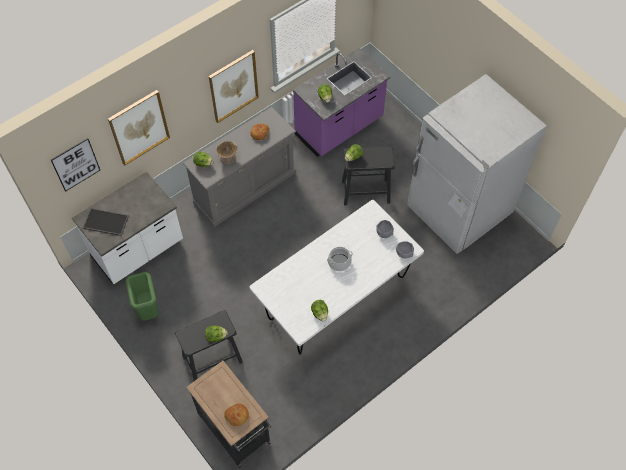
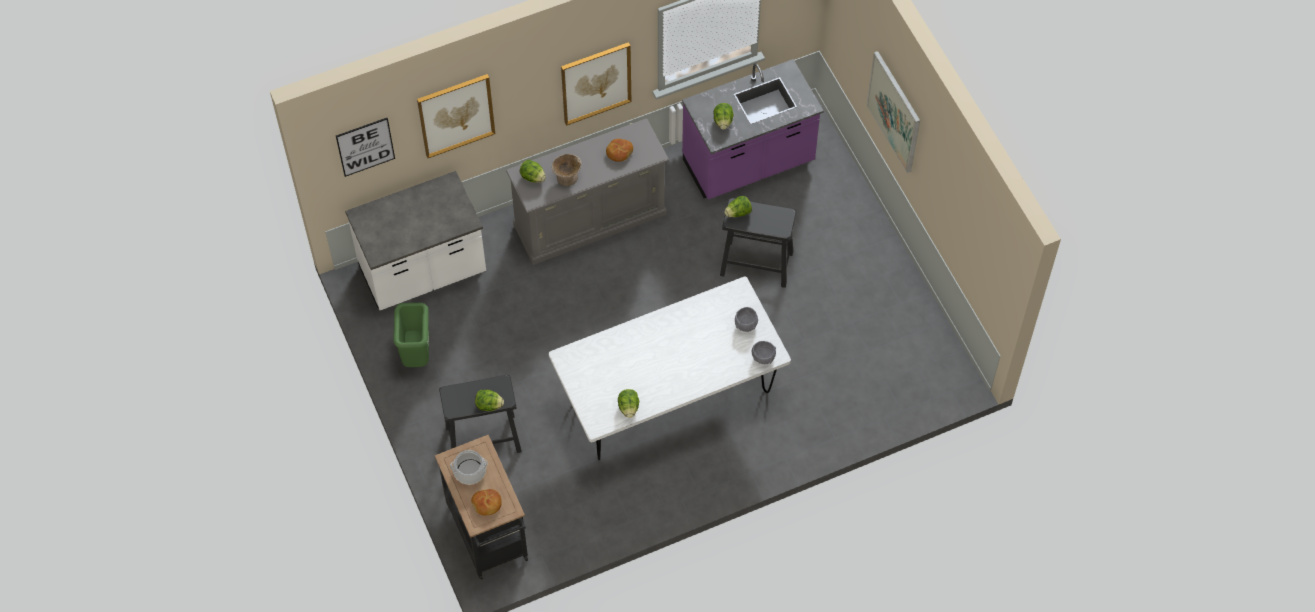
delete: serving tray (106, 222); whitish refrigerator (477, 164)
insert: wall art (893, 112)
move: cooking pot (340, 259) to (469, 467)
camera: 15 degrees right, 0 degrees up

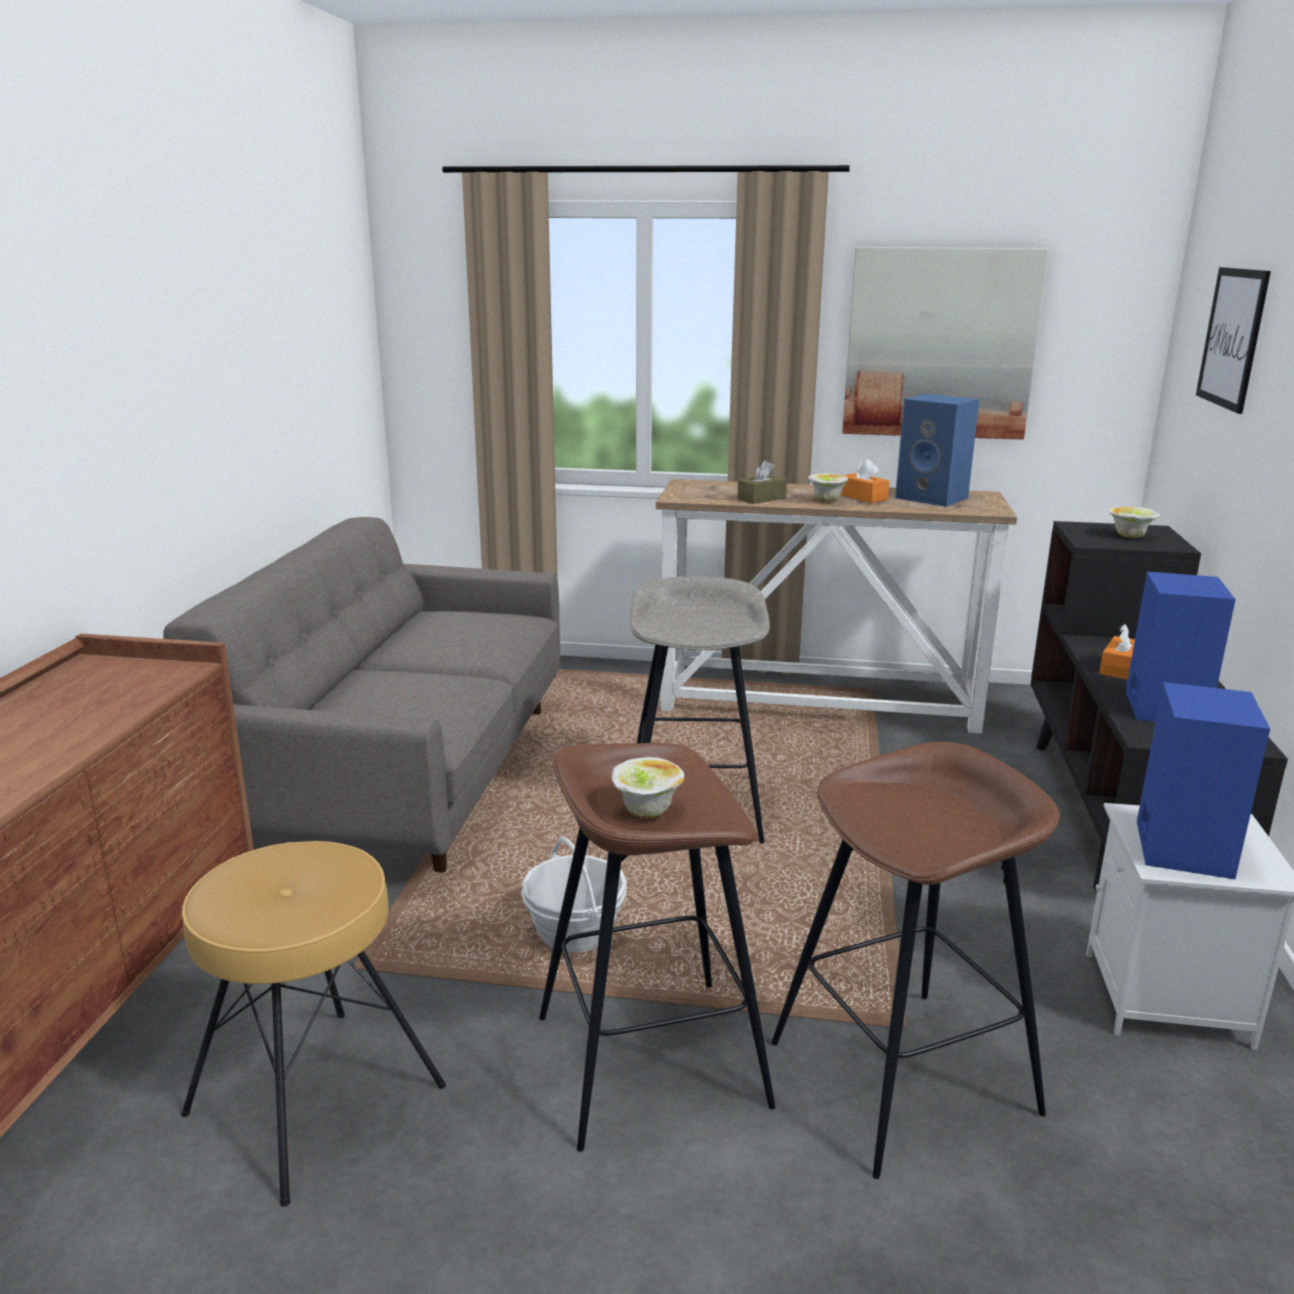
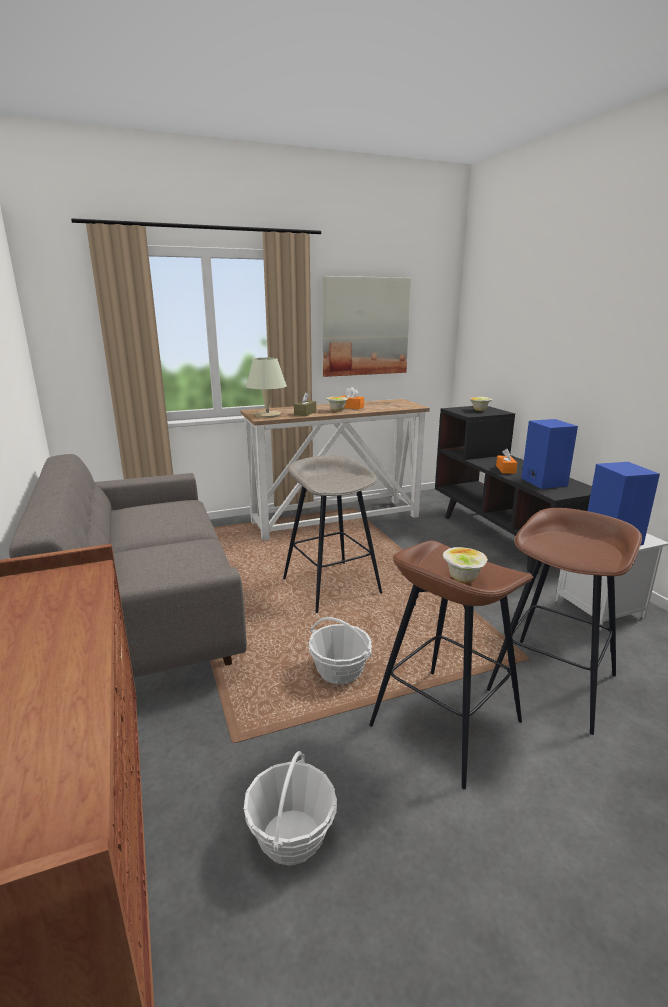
delete: blue audio speaker (937, 450); wall art (1233, 340)
insert: beige table lamp (266, 388)
replace: brownish stool seat (313, 1024) to household basket (290, 808)
camera: 30 degrees left, 0 degrees up

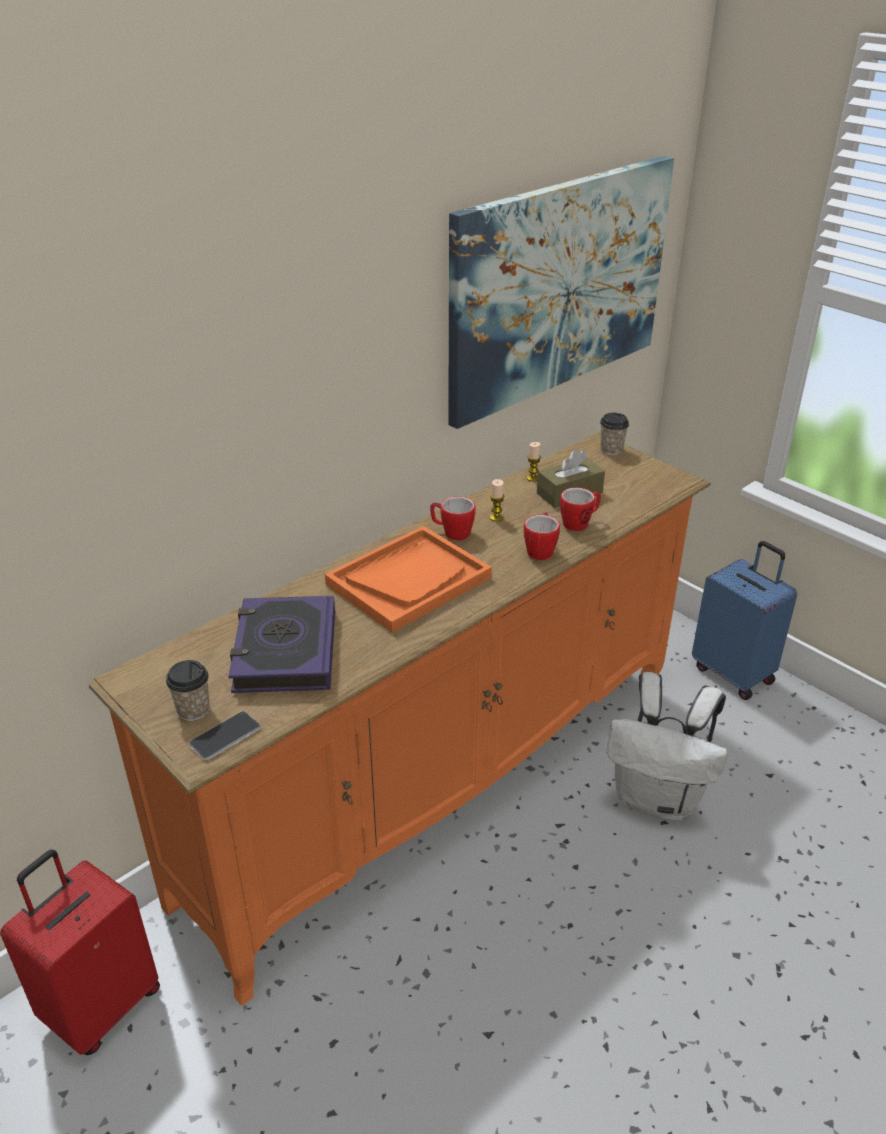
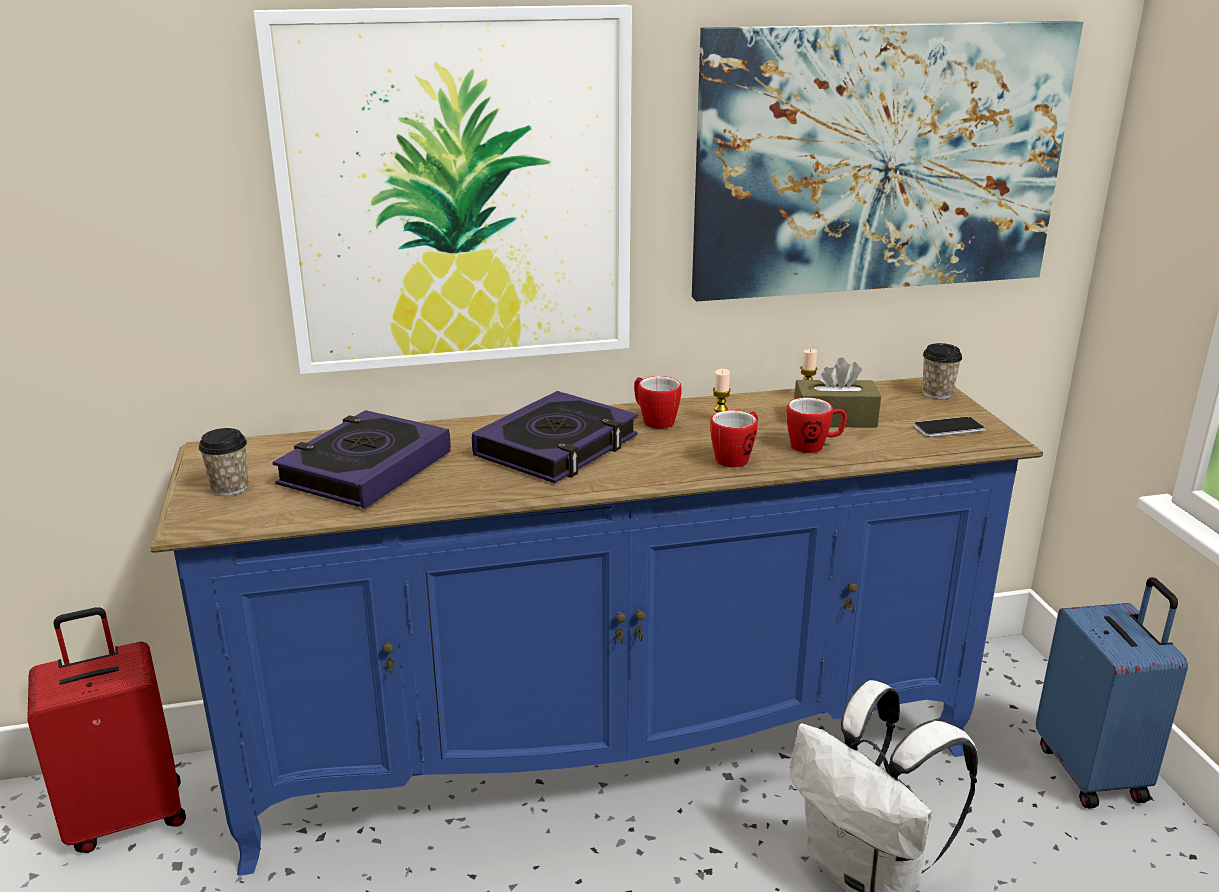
insert: wall art (442, 189)
move: handset (225, 735) to (949, 427)
replace: orange-coloured serving tray (408, 579) to book (555, 437)
recolor: orange-coloured drawer chest (399, 719) to blue drawer chest (596, 626)
camera: 30 degrees right, 10 degrees down

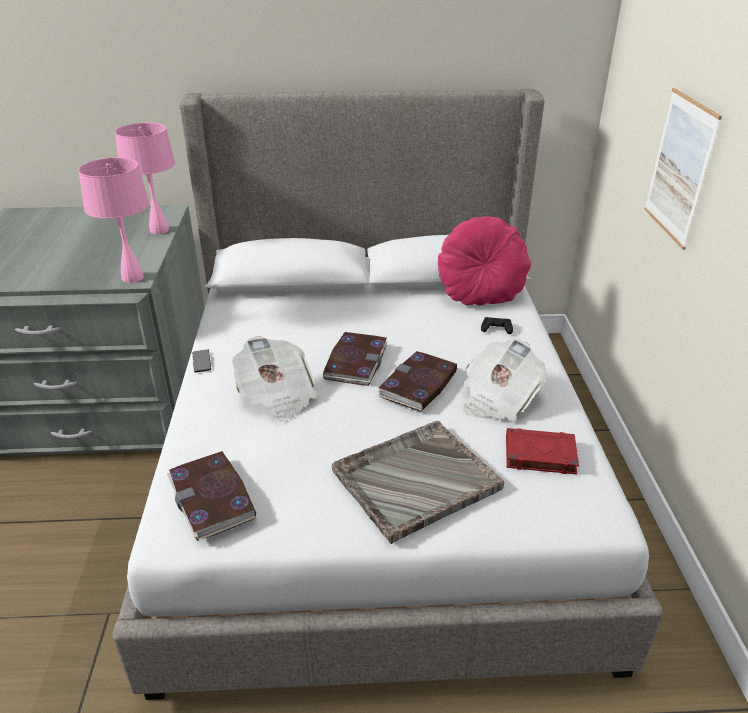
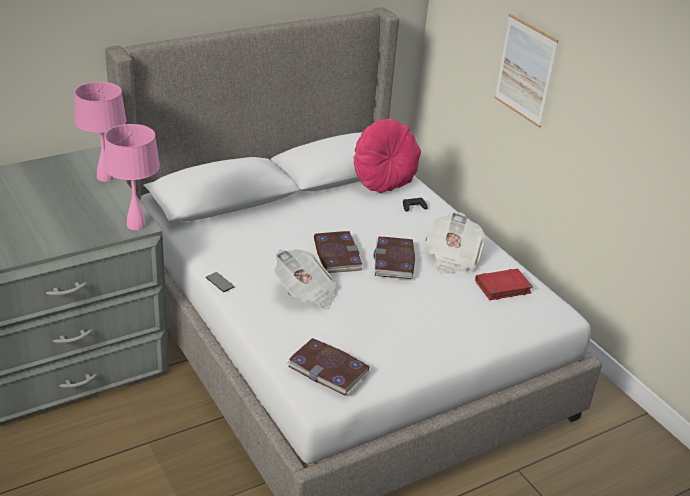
delete: greyish serving tray (418, 482)
camera: 30 degrees left, 0 degrees up

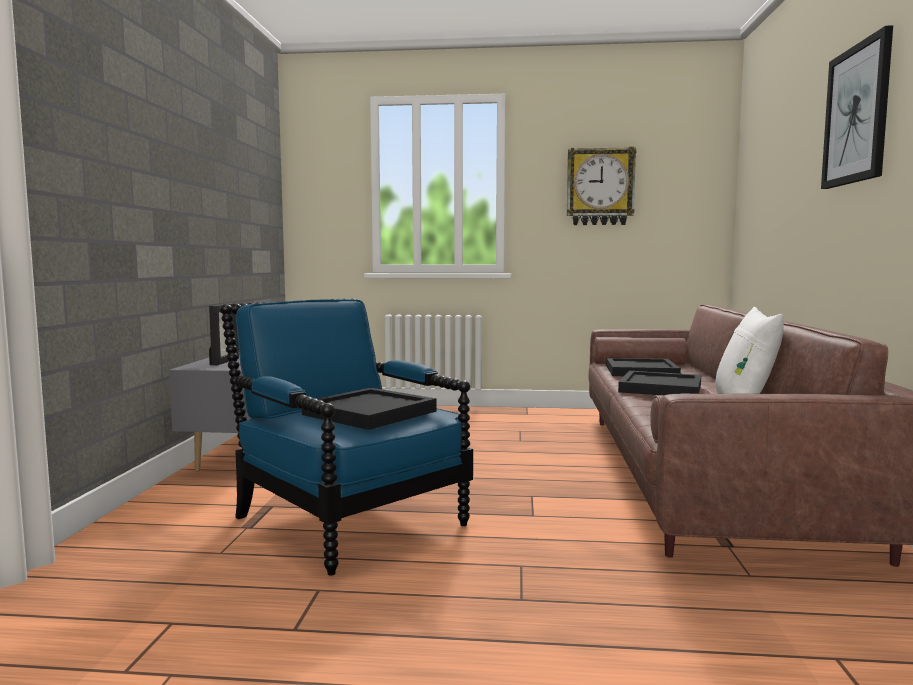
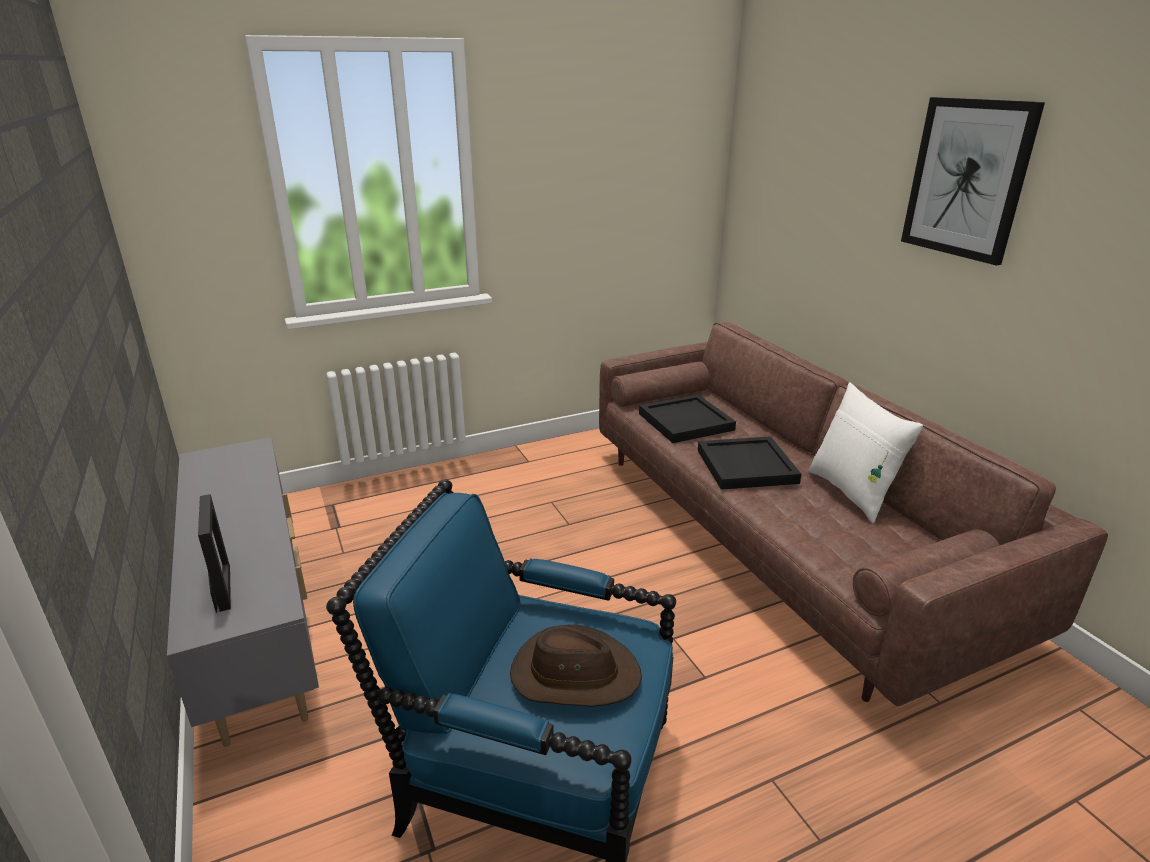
delete: wall clock (602, 186)
replace: black serving tray (369, 409) to brownish clothing hat (576, 666)
camera: 30 degrees left, 20 degrees up

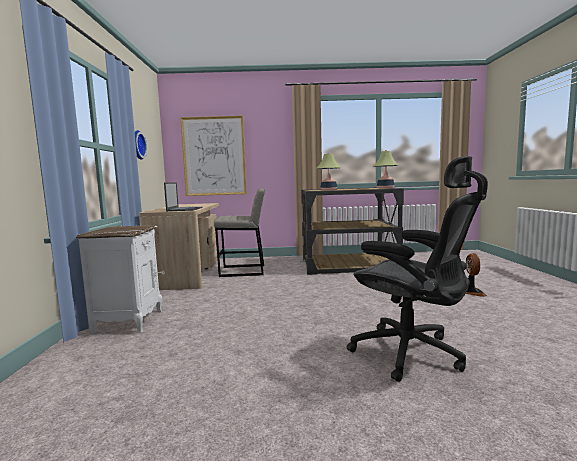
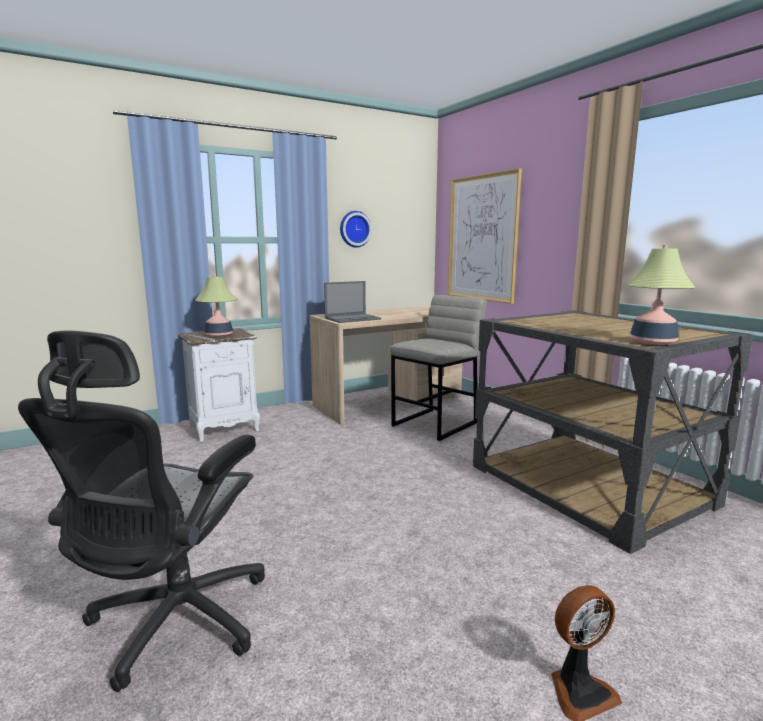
move: table lamp (328, 171) to (216, 305)
rotate: greyish plain chair (239, 232) = (438, 368) 105 degrees counterclockwise
camera: 60 degrees right, 5 degrees up

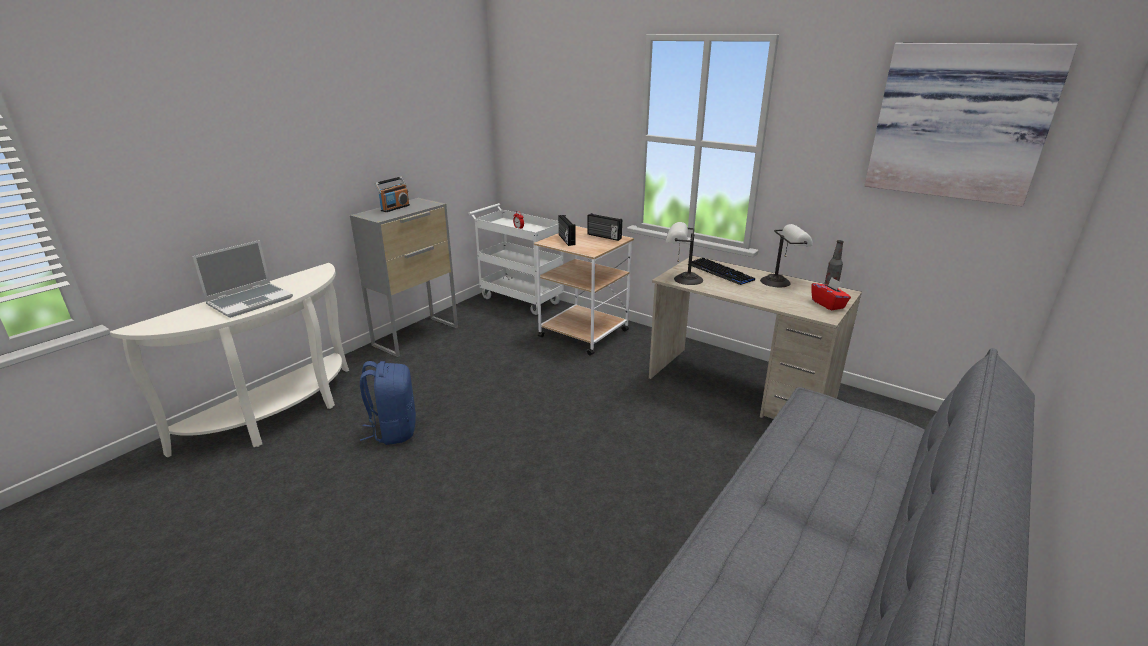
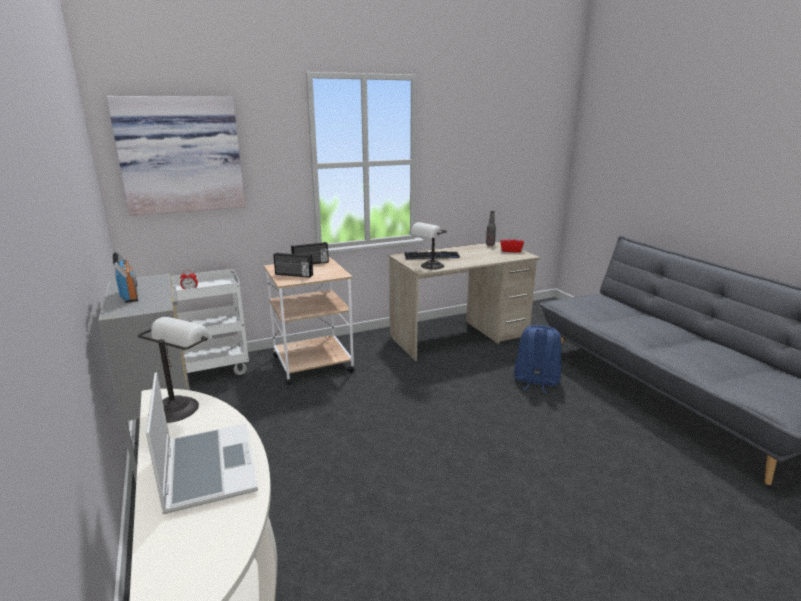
move: blue backpack (388, 403) to (538, 359); table lamp (786, 255) to (175, 370); wall art (971, 124) to (176, 156)
camera: 60 degrees left, 5 degrees down

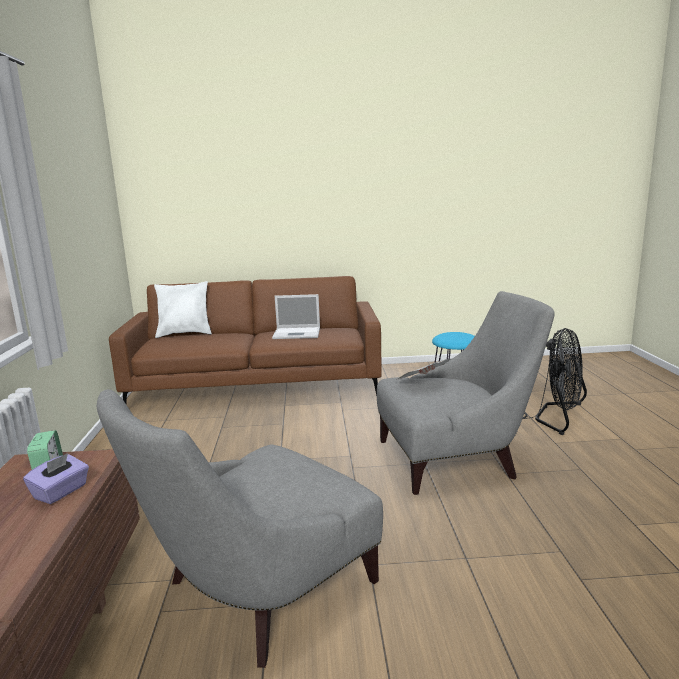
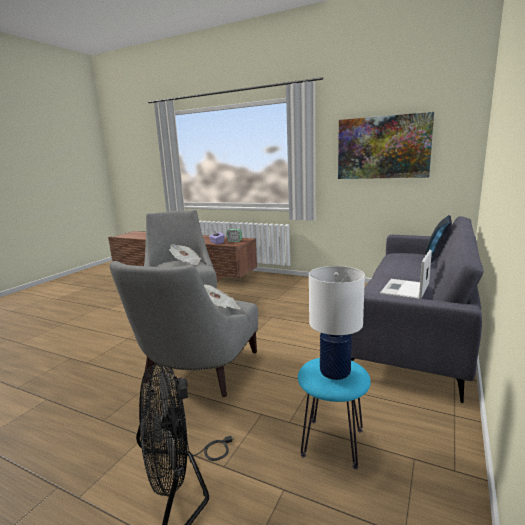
insert: newspaper (185, 255); whitish table lamp (337, 323); wall art (386, 145)
recolor: brownish settee (245, 339) to greyish settee (417, 309); whitish throw pillow (183, 309) to blue throw pillow (439, 239)
camera: 120 degrees right, 0 degrees up

